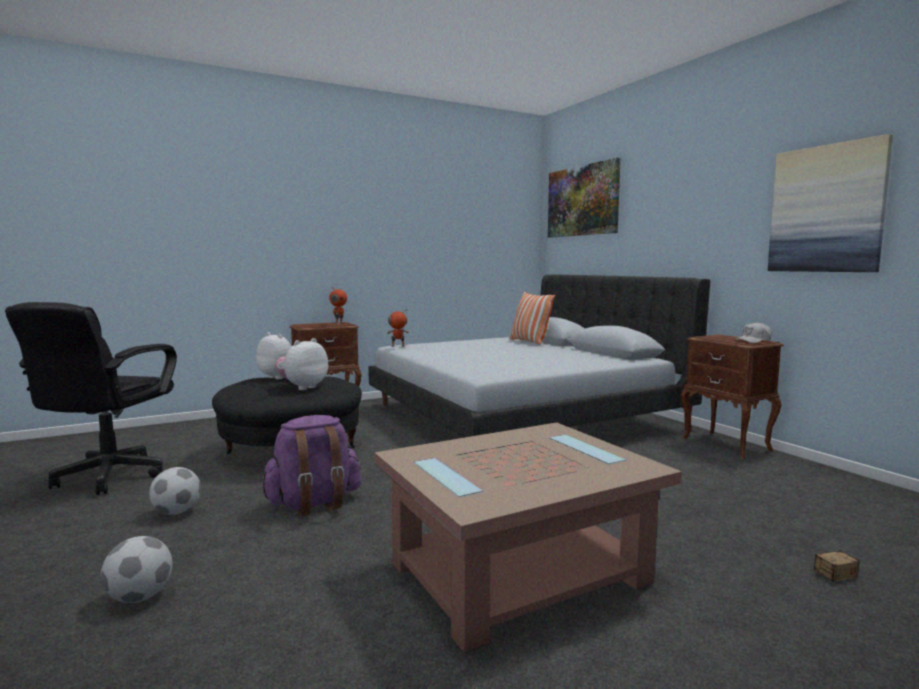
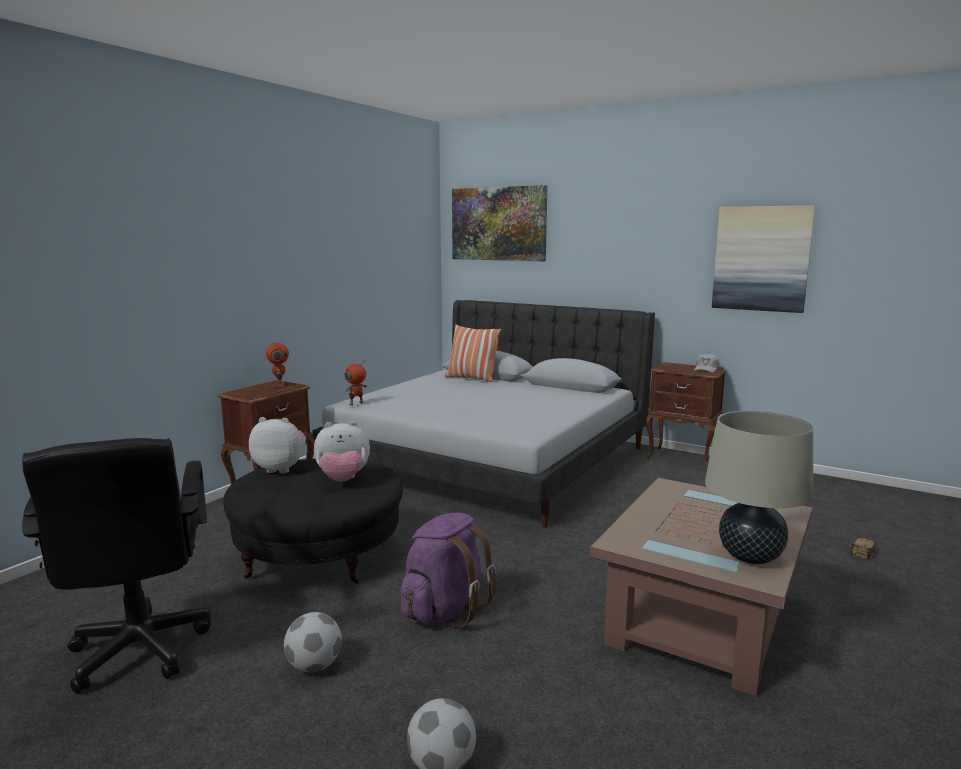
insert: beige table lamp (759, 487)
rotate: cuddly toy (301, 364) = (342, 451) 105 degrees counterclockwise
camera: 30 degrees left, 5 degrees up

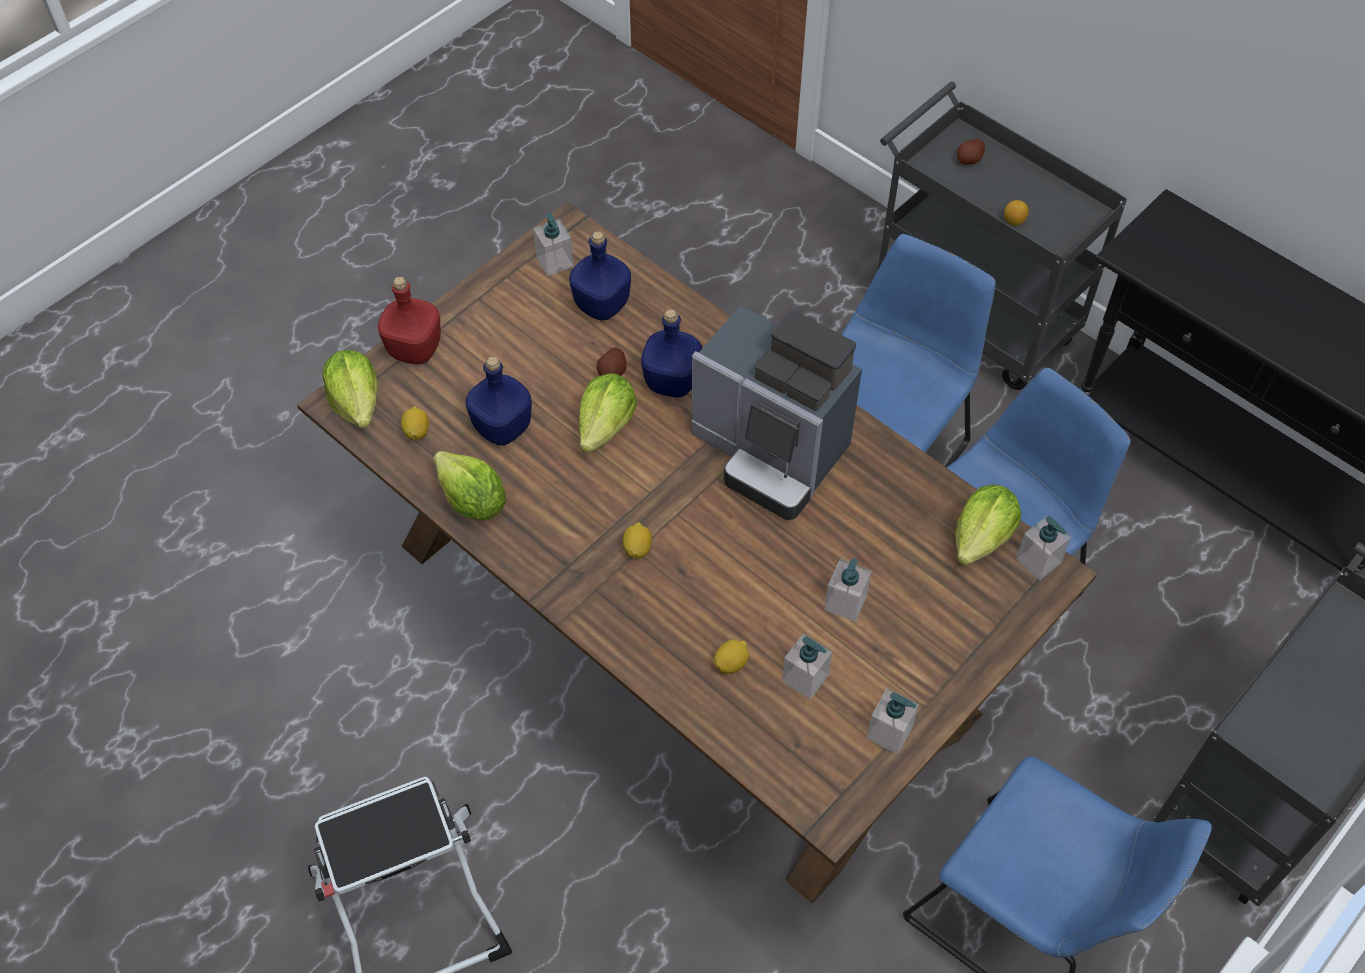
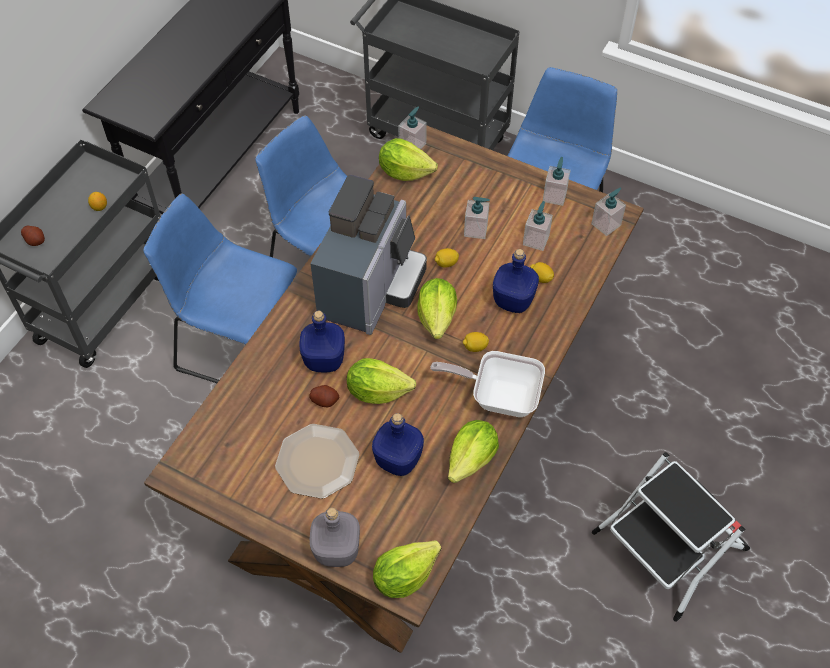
insert: plate (317, 461); head of lettuce (437, 308); pan (487, 384)
move: whole lemon (415, 423) to (447, 258); liquid soap bottle (553, 244) to (608, 212); blue drink bottle (600, 276) to (516, 281)
recolor: reddish drink bottle (409, 320) to greyish drink bottle (335, 537)
camera: 105 degrees left, 0 degrees up

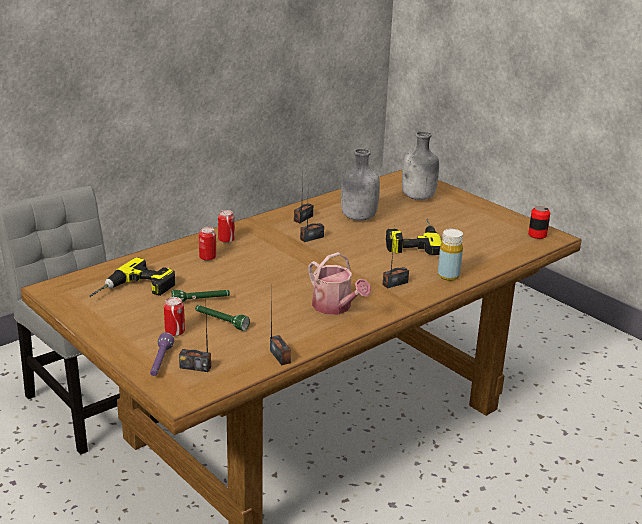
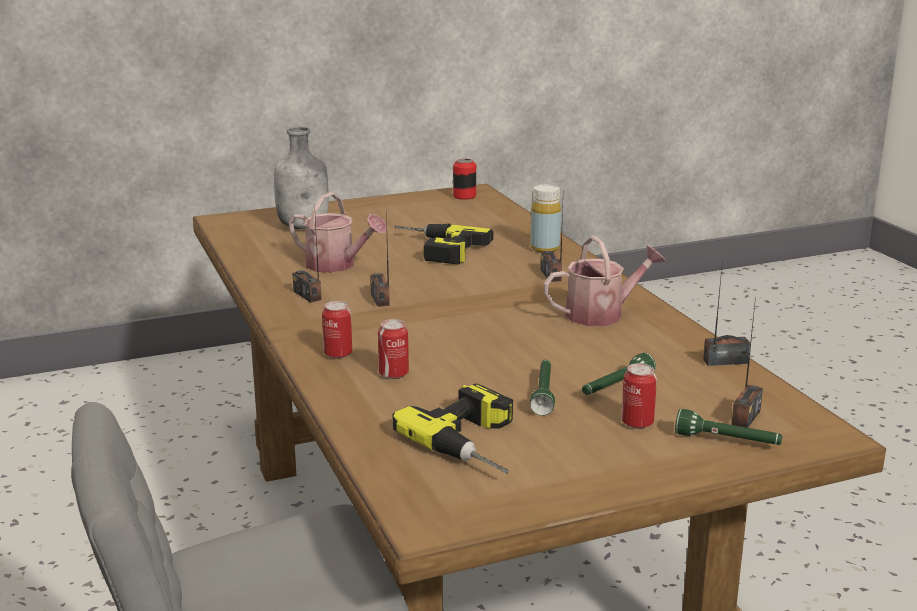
replace: greyish drink bottle (360, 184) to watering pot (338, 232)
recolor: purple flashlight (162, 354) to green flashlight (729, 427)
camera: 70 degrees left, 5 degrees down

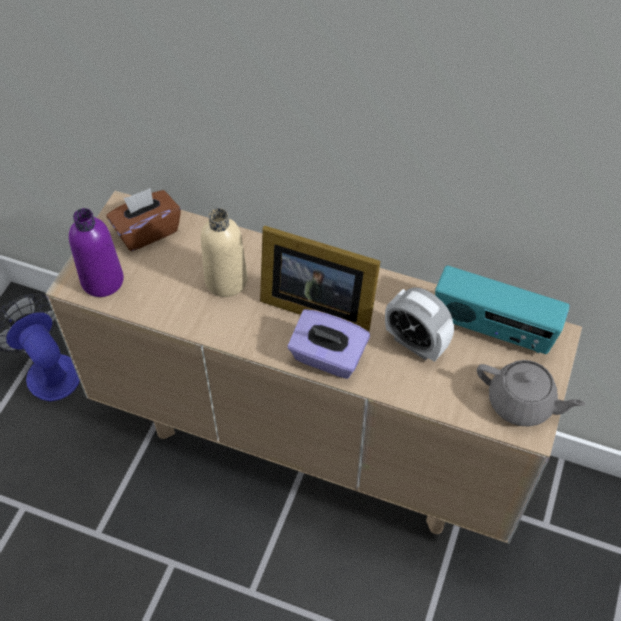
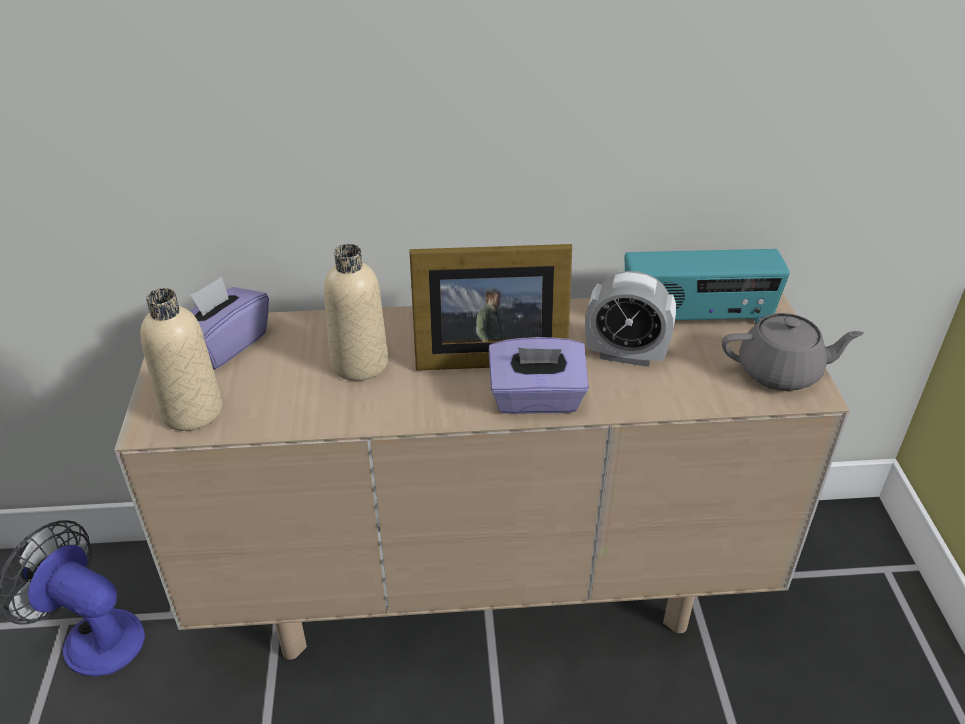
recolor: purple drink bottle (96, 252) to beige drink bottle (181, 359); brownish tissue box (143, 219) to purple tissue box (229, 323)
camera: 25 degrees left, 15 degrees down

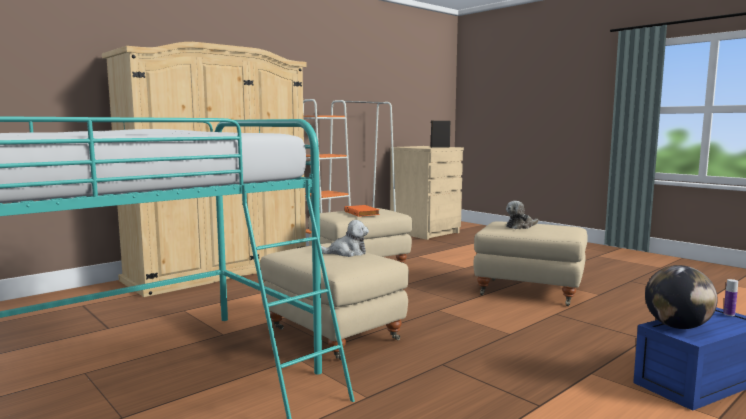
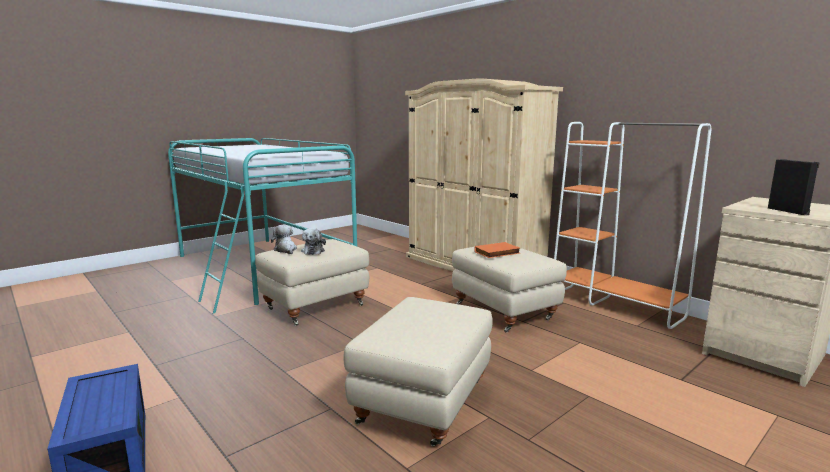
delete: world globe (681, 297); drink bottle (730, 297)
move: cuddly toy (522, 215) to (284, 239)
camera: 90 degrees right, 5 degrees up

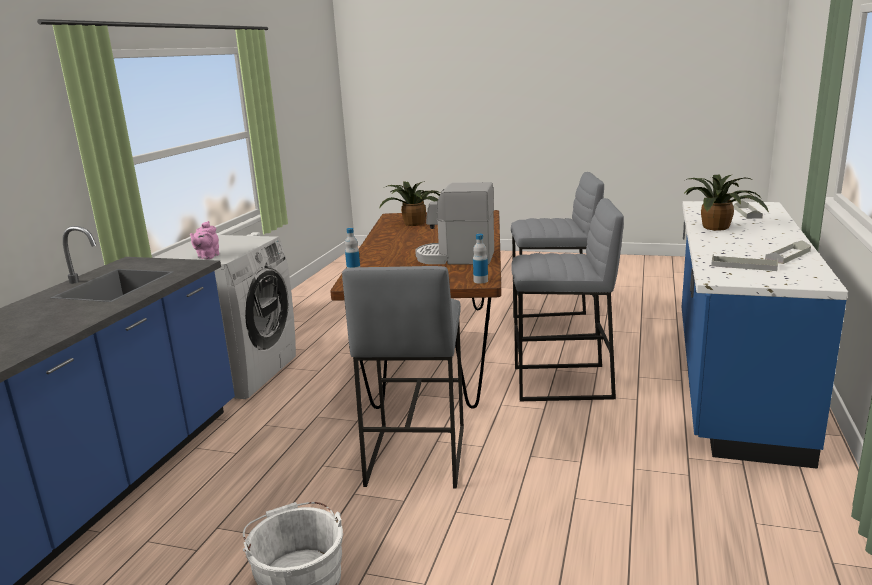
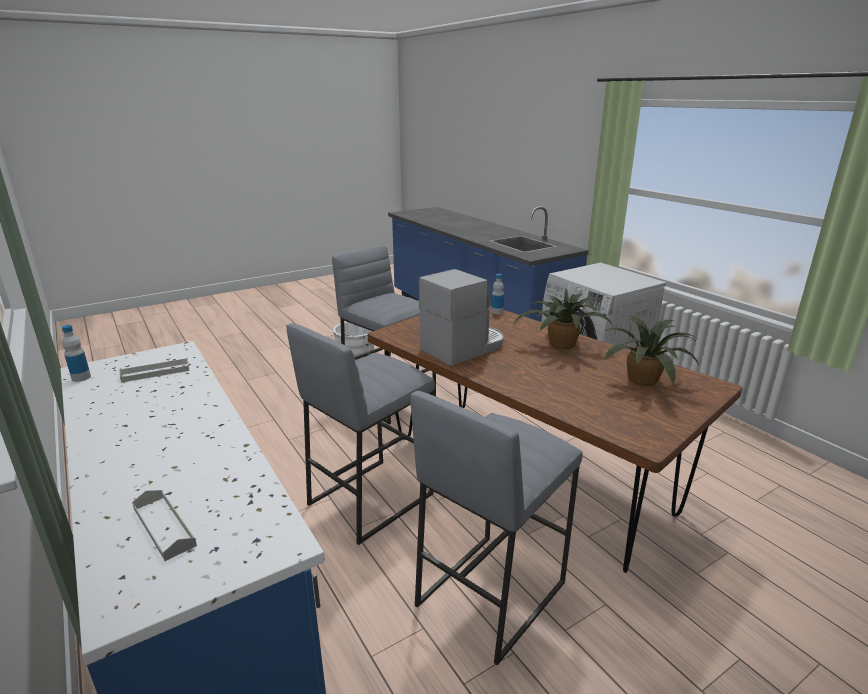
delete: pink teapot (204, 240); greyish serving tray (788, 252)
move: drink bottle (480, 259) to (76, 353); plant in a pot (727, 203) to (563, 318)
camera: 130 degrees right, 5 degrees up

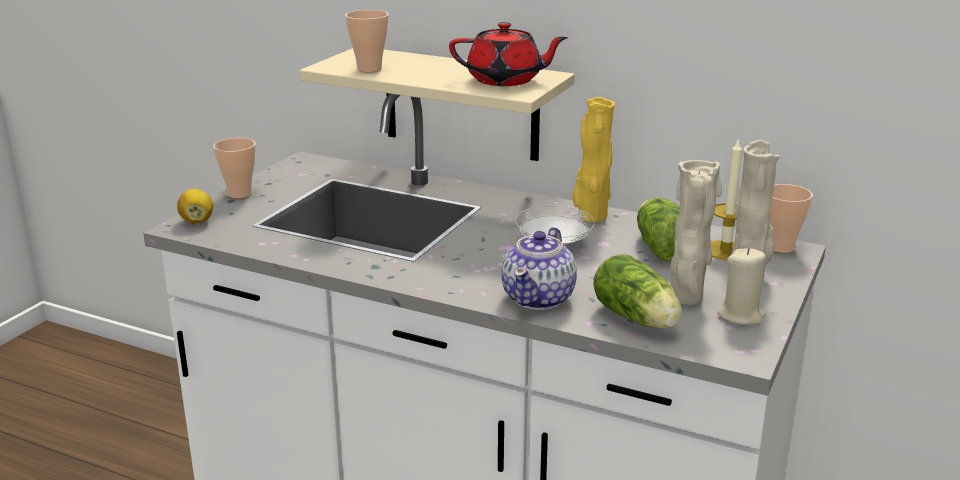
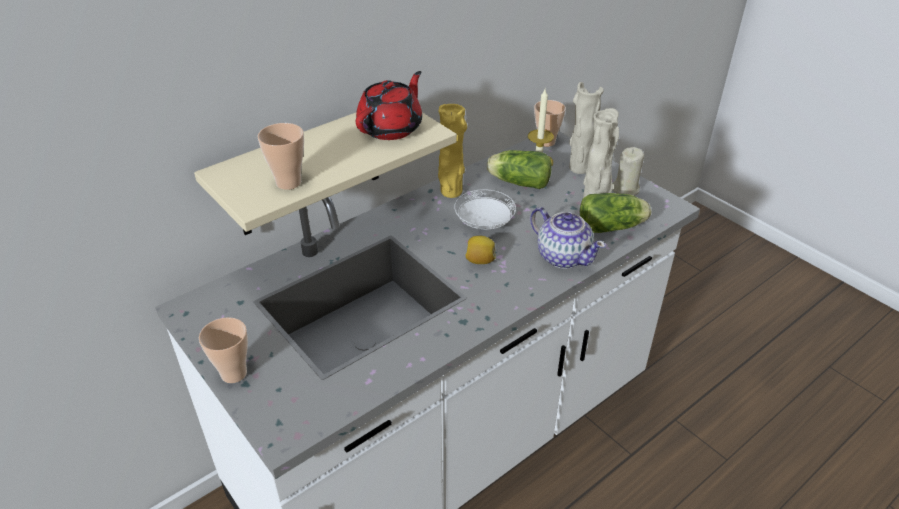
move: whole lemon (195, 206) to (480, 250)
camera: 65 degrees left, 15 degrees up

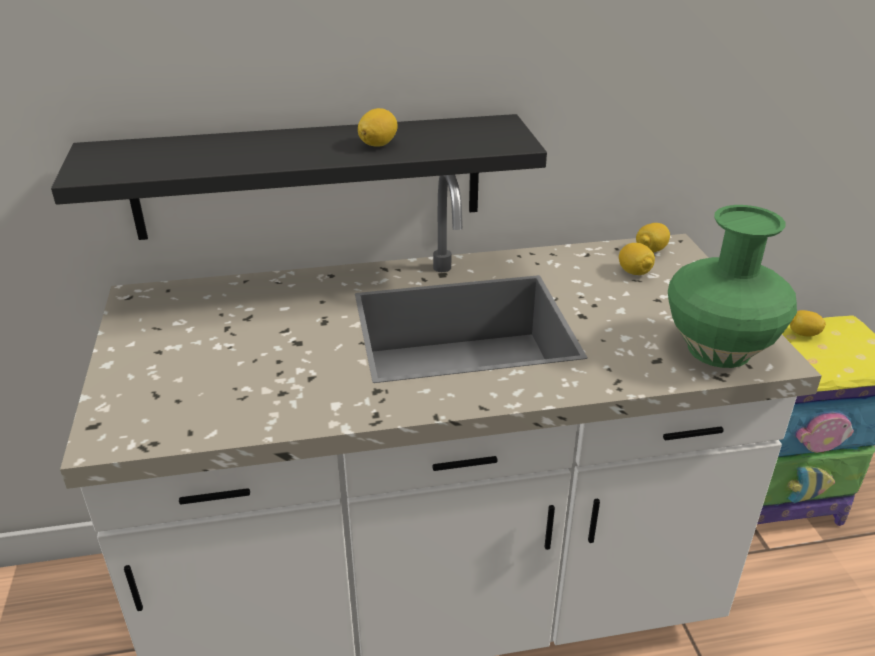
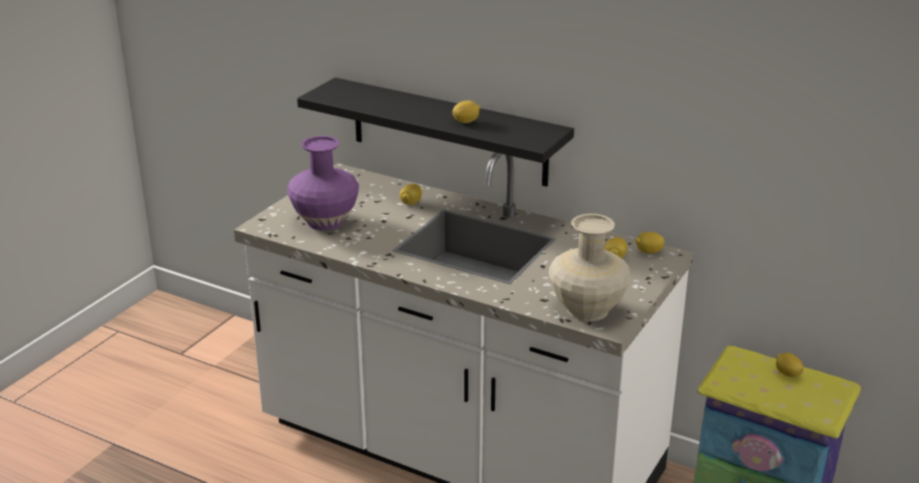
insert: purple flower vase (323, 183); whole lemon (411, 194)
recolor: green flower vase (732, 286) to beige flower vase (590, 267)
camera: 40 degrees right, 5 degrees down

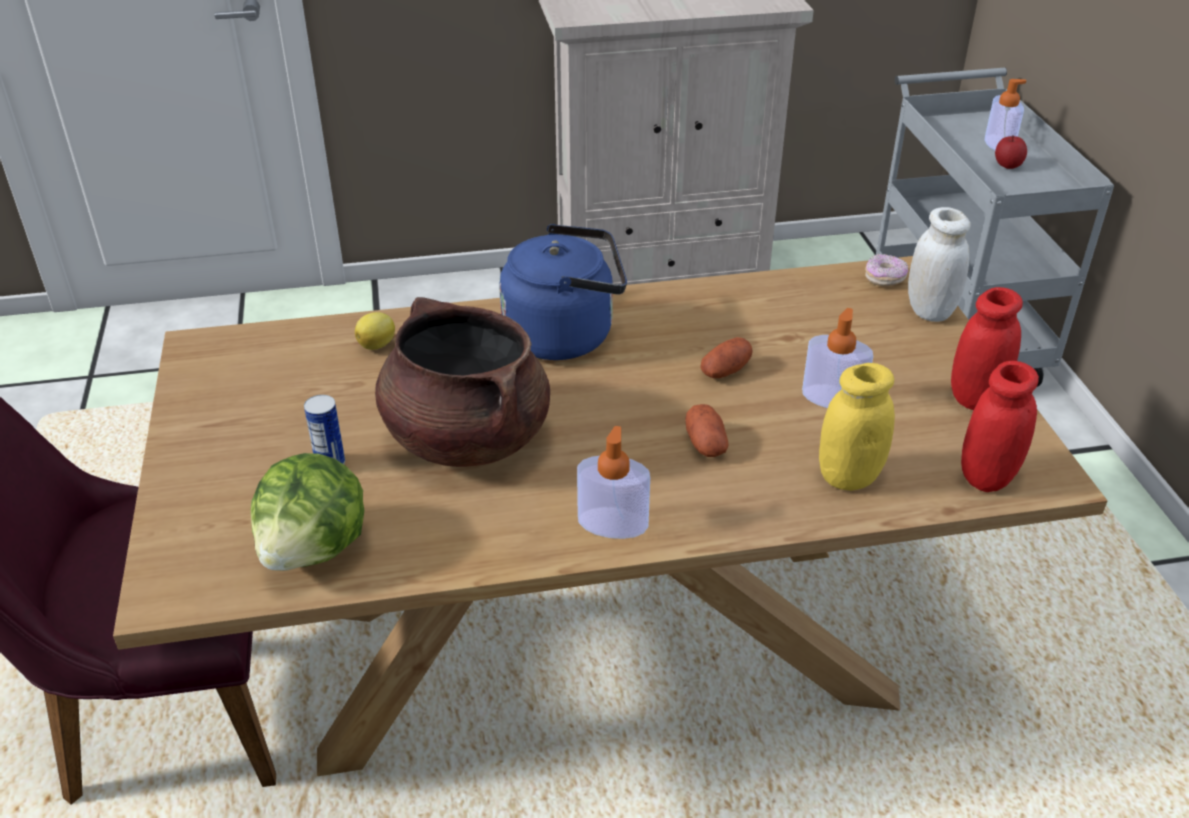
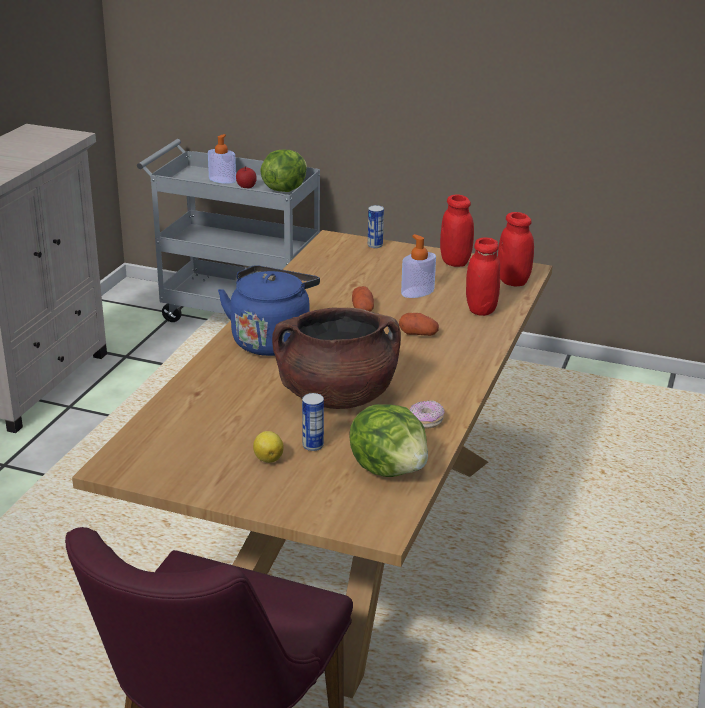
delete: liquid soap bottle (613, 482)
insert: head of lettuce (283, 170)
move: whole lemon (375, 331) to (268, 447); doughnut (886, 270) to (427, 415)
replace: whitish preserve jar (939, 264) to can (376, 226)
recolor: yellowish preserve jar (857, 427) to reddish preserve jar (483, 277)
camera: 60 degrees left, 10 degrees down

